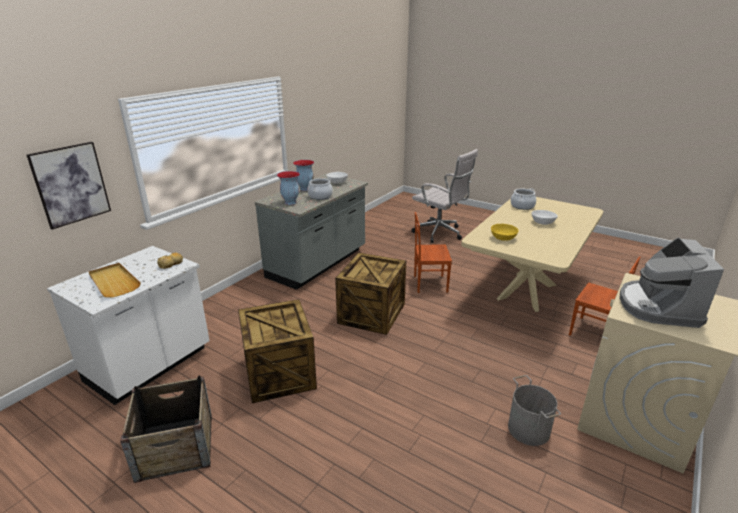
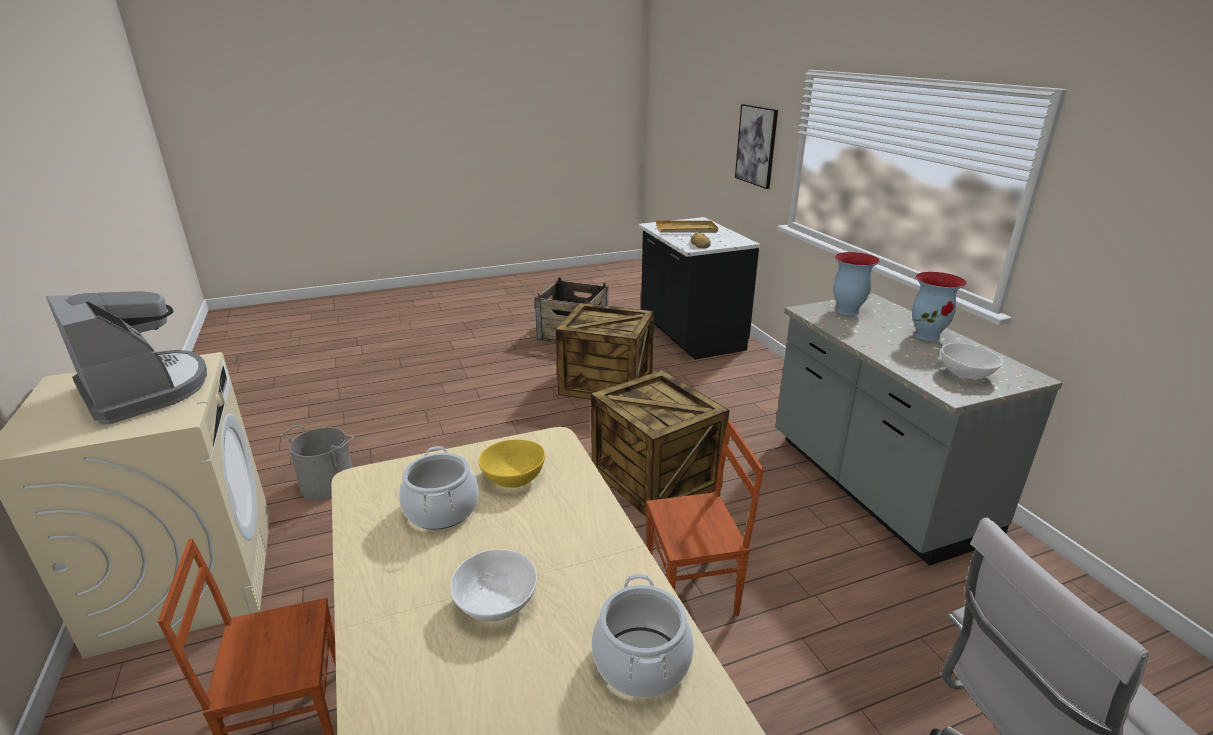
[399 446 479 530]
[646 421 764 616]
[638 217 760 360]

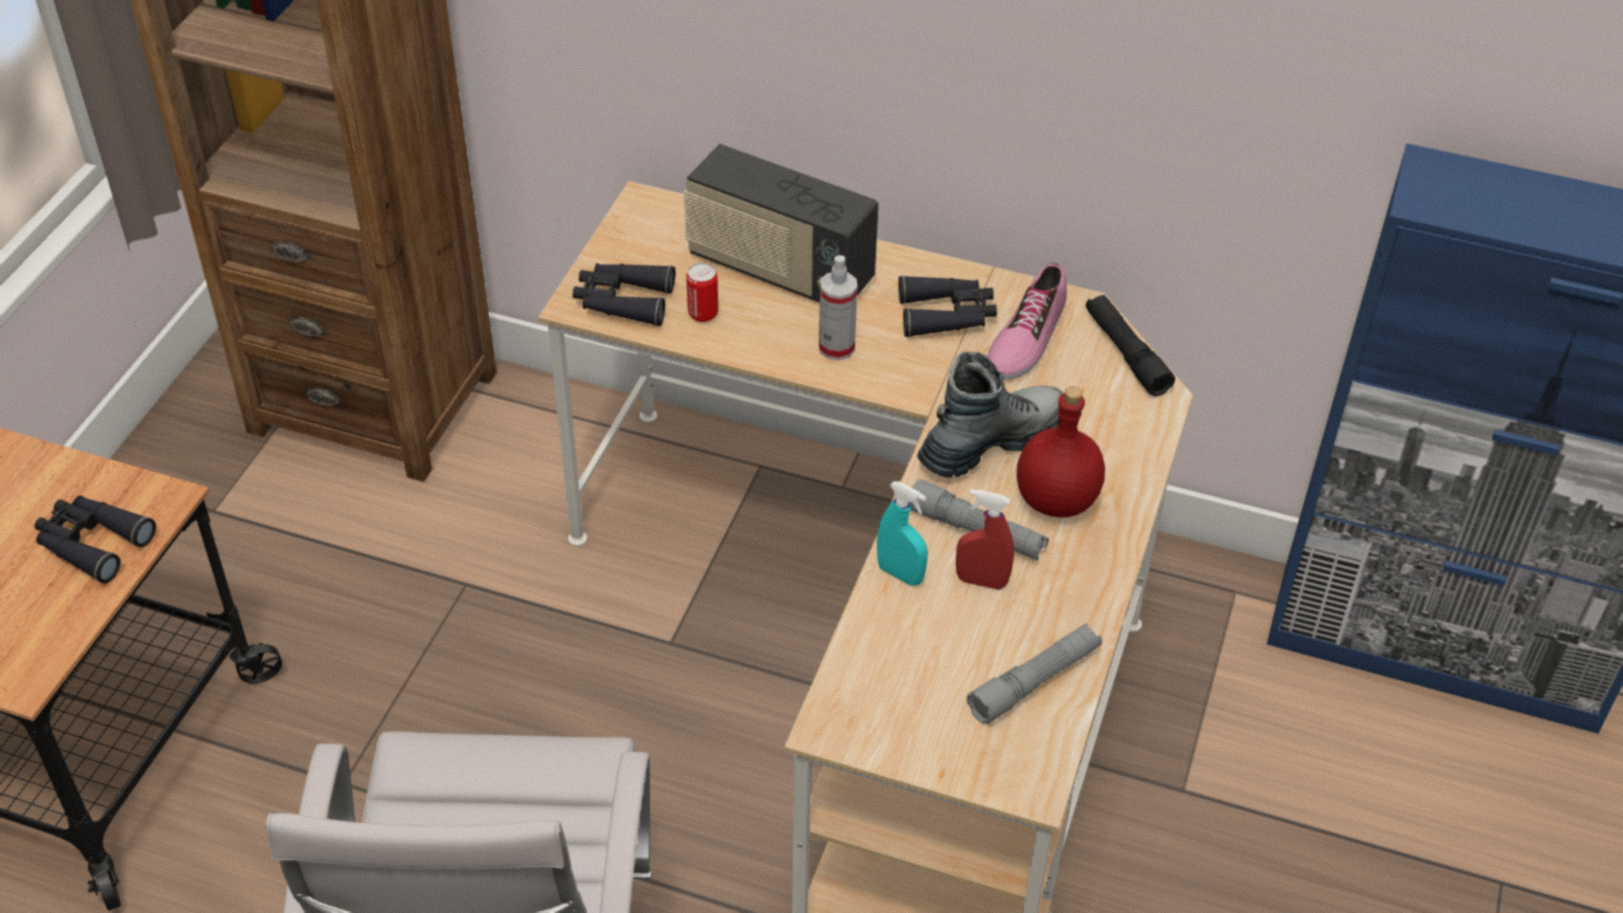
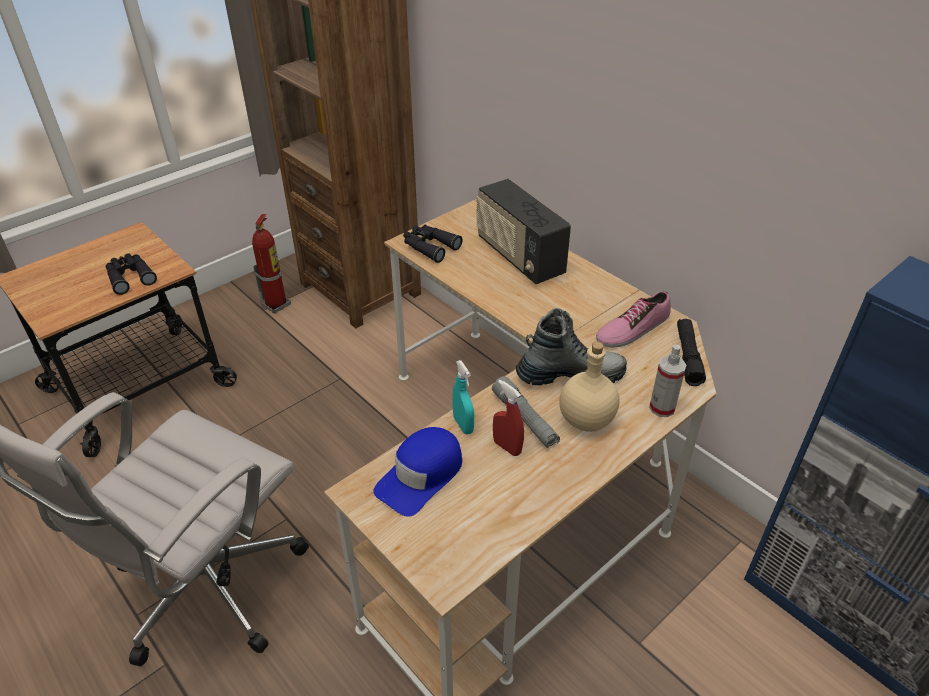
[649 345 686 417]
[687 263 718 322] (first image)
[898 275 997 337] (first image)
[559 342 620 432]
[967 623 1102 724] (first image)
[252 214 291 314]
[373 427 462 517]

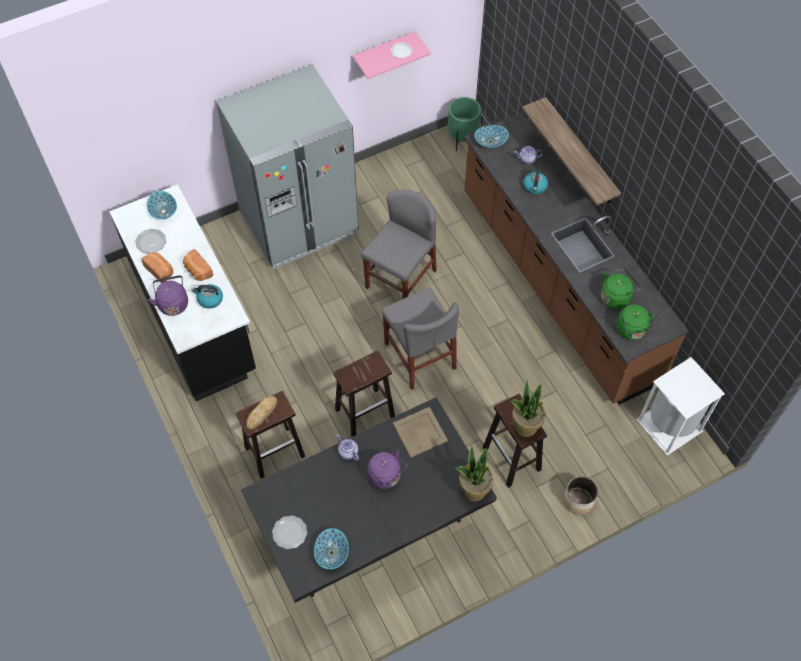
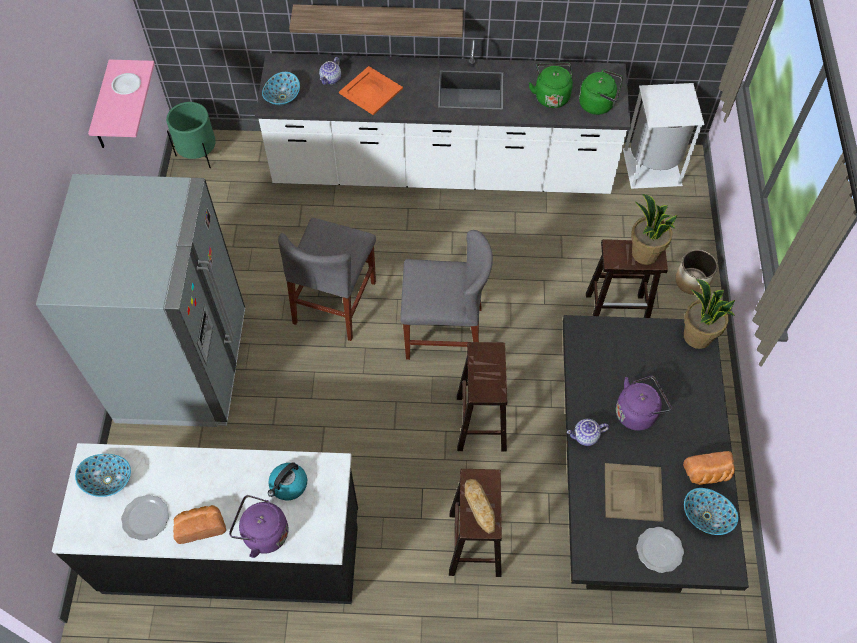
[255 39 631 194]
[339 66 403 115]
[278 218 376 341]
[683 451 735 485]
[605 463 664 522]

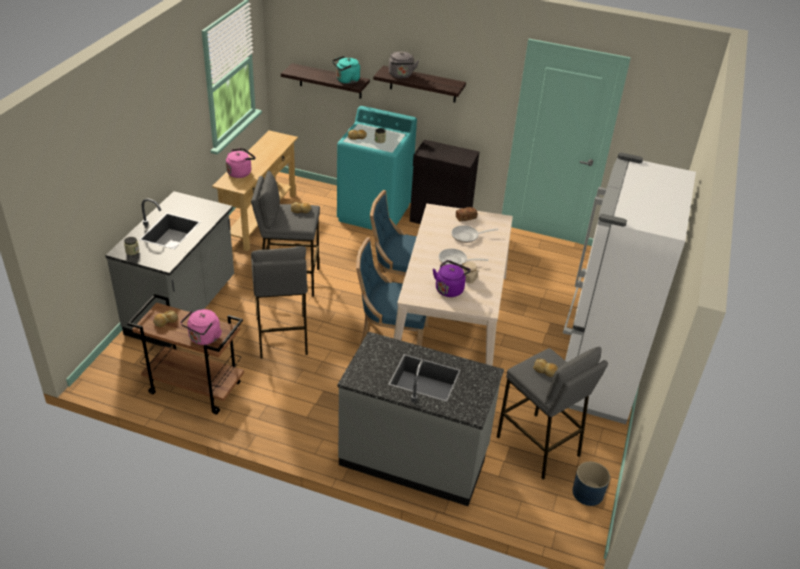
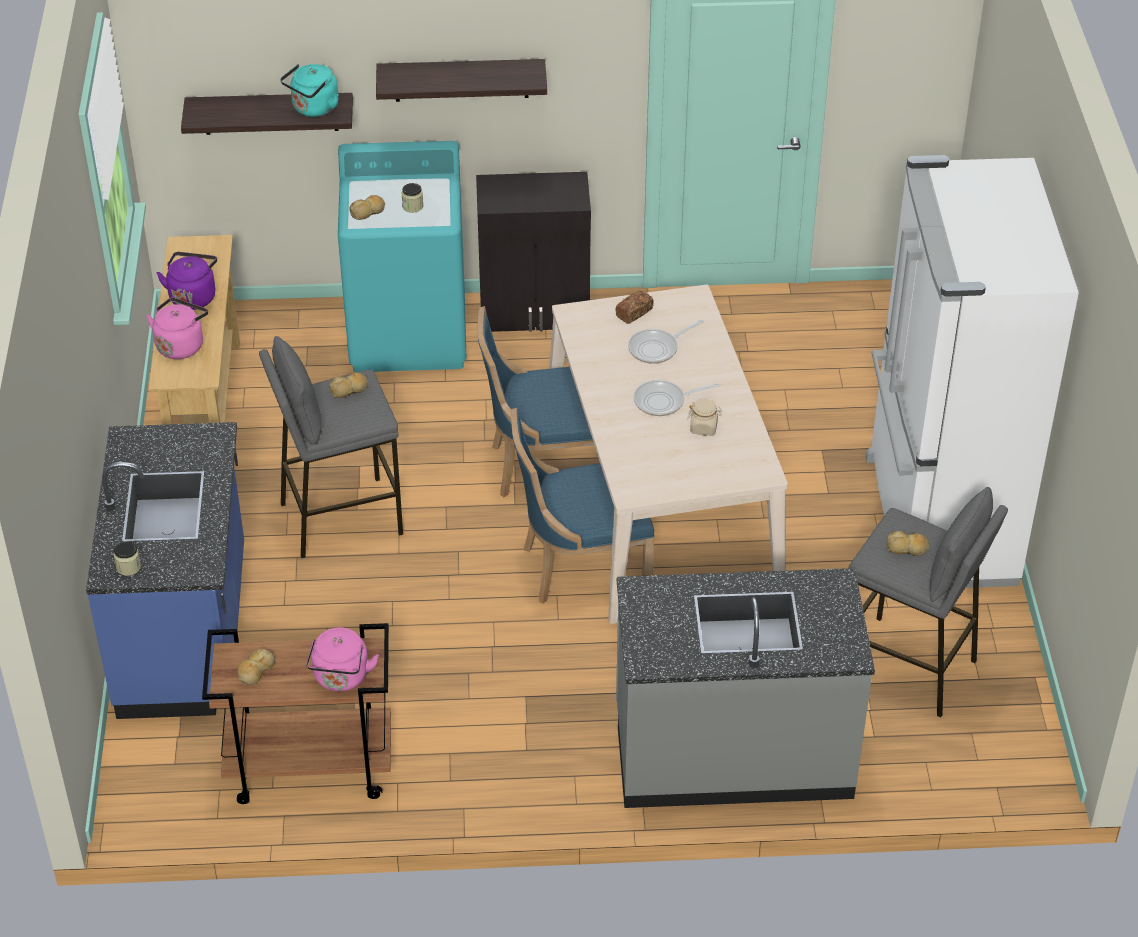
[389 52 419 79] (first image)
[86 422 244 719]
[251 246 308 359] (first image)
[156 252 217 310]
[572 462 610 506] (first image)

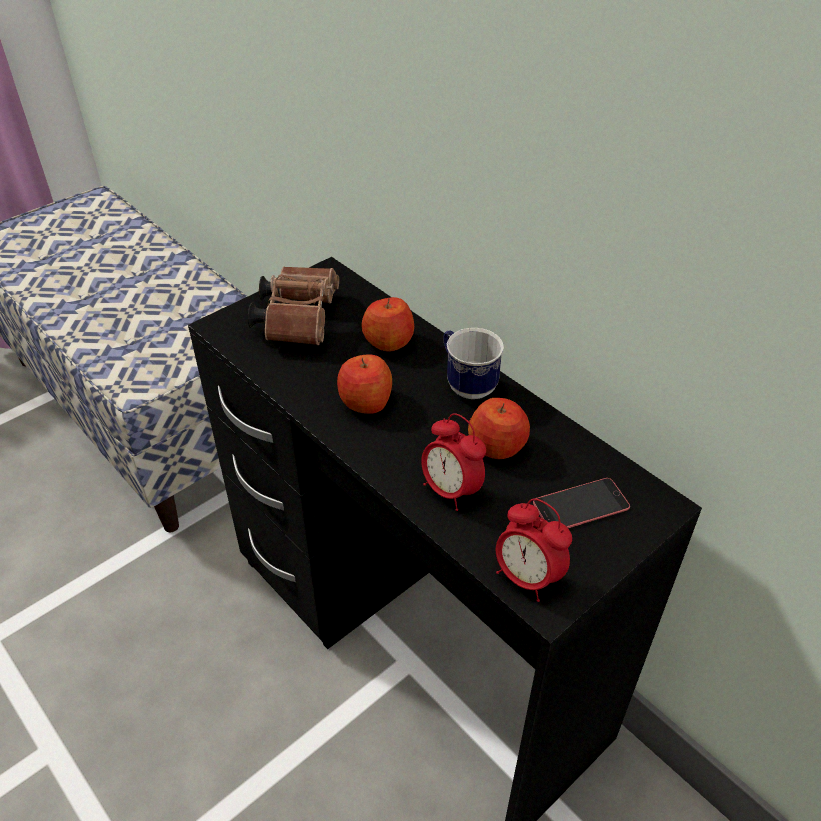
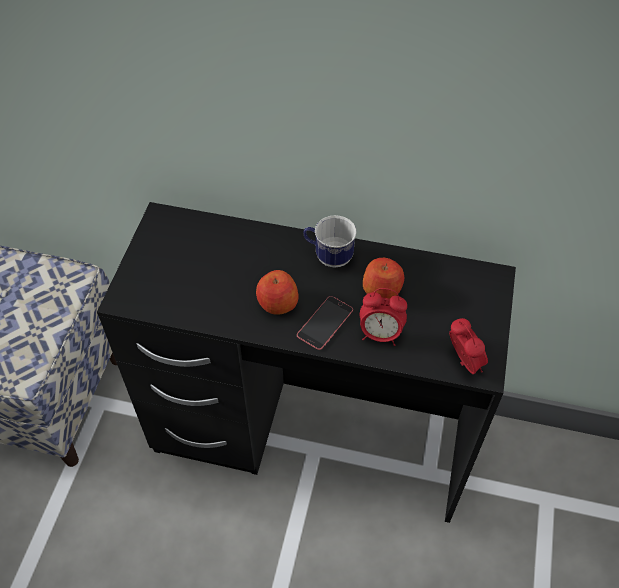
[248 266 339 345] (first image)
[362 297 414 352] (first image)
[297 296 353 350]
[449 318 488 374]

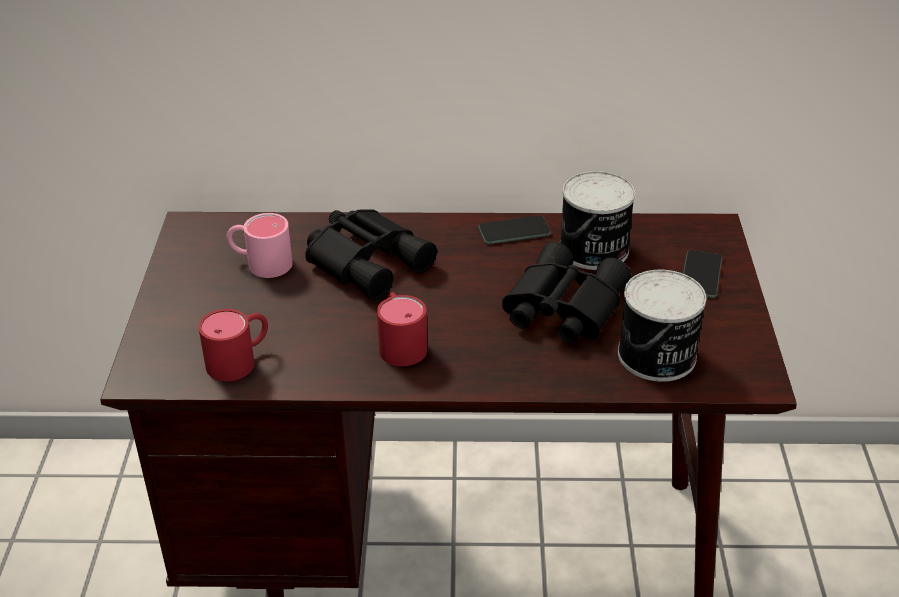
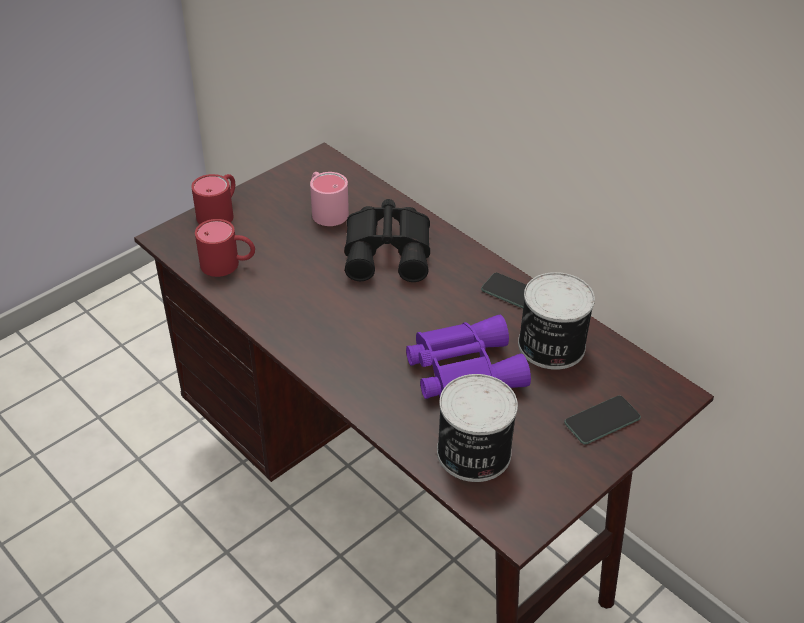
[406 315 531 399]
[191 174 235 225]

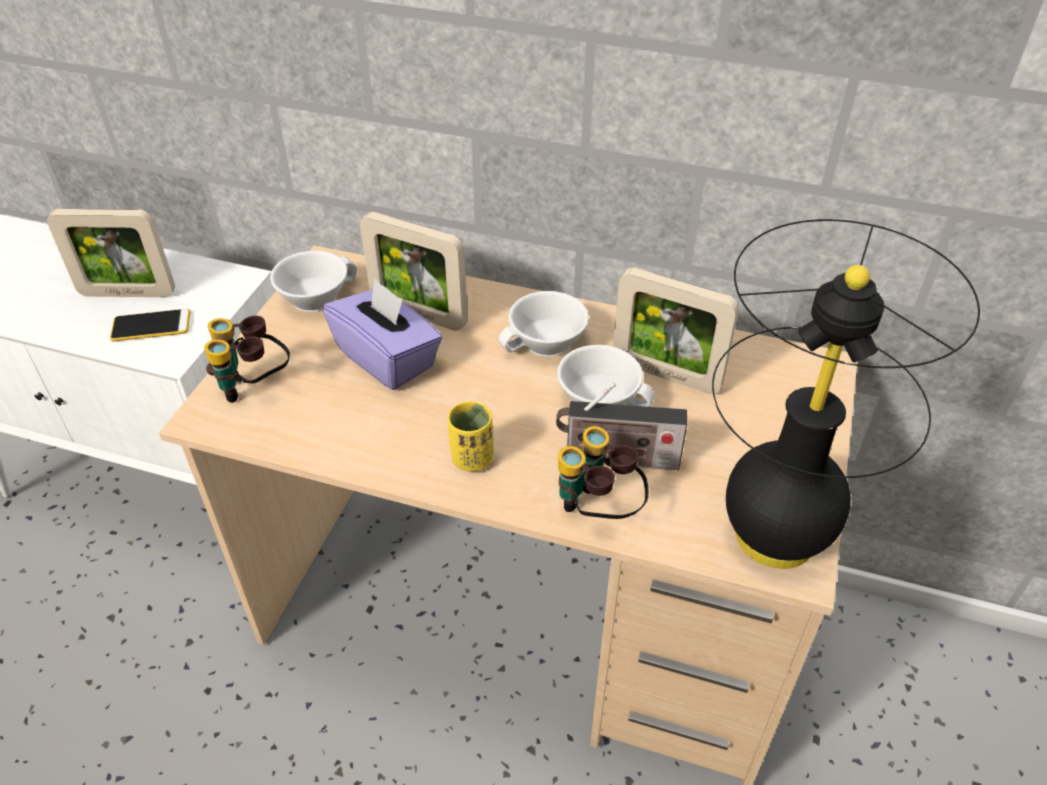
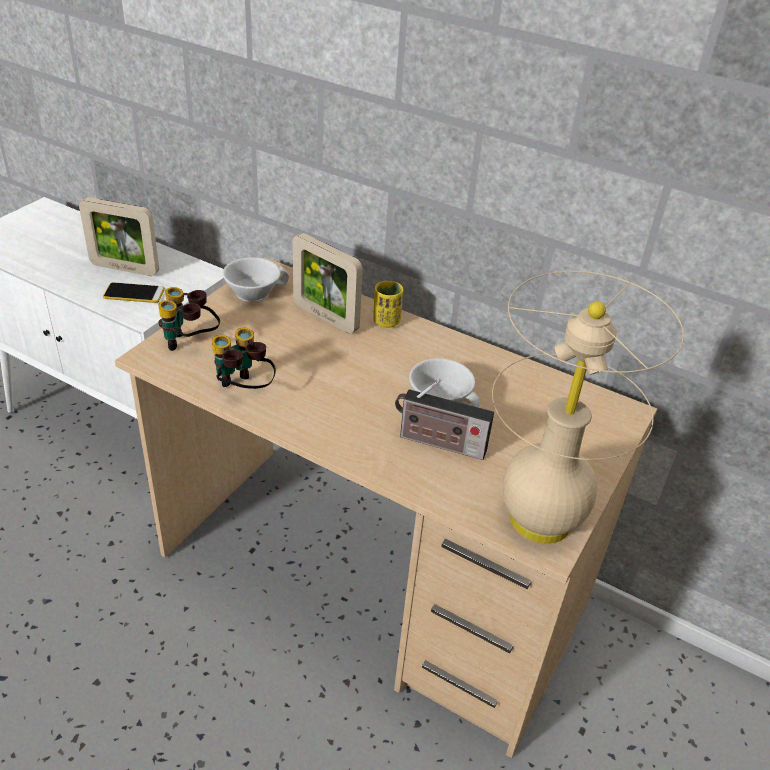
[492 271 684 544]
[613 267 739 394] (first image)
[323 278 443 390] (first image)
[498 291 589 357] (first image)
[373 281 403 328]
[212 328 276 389]

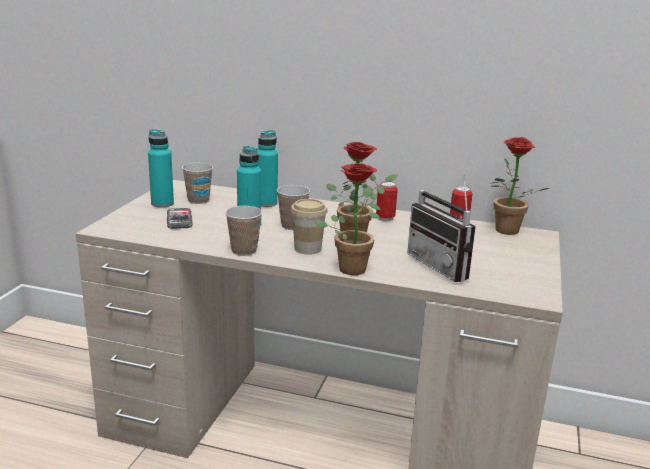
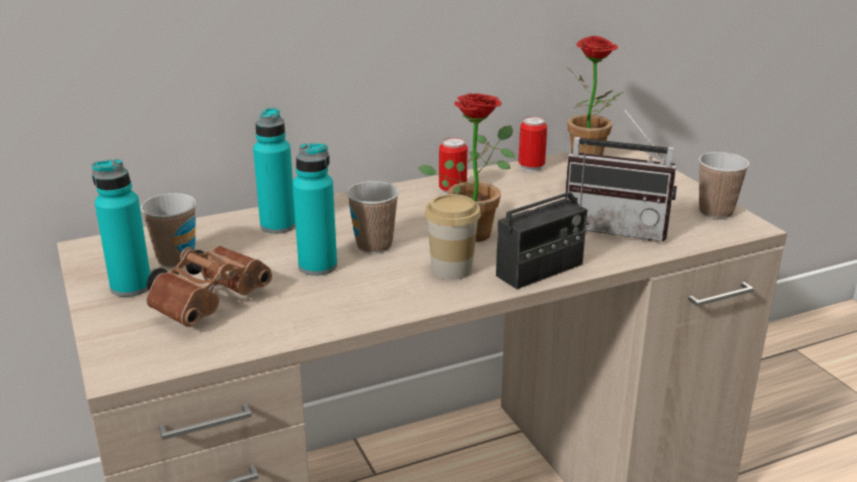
[496 143 587 289]
[699 152 750 219]
[146 246 272 327]

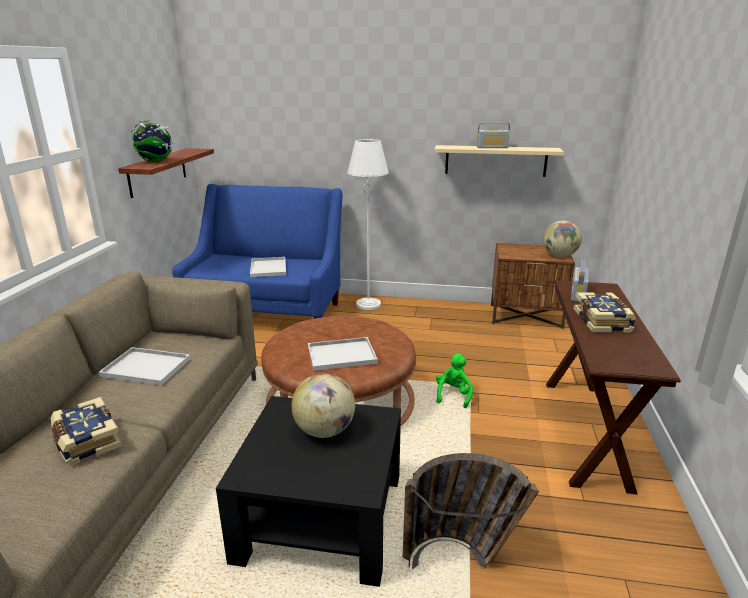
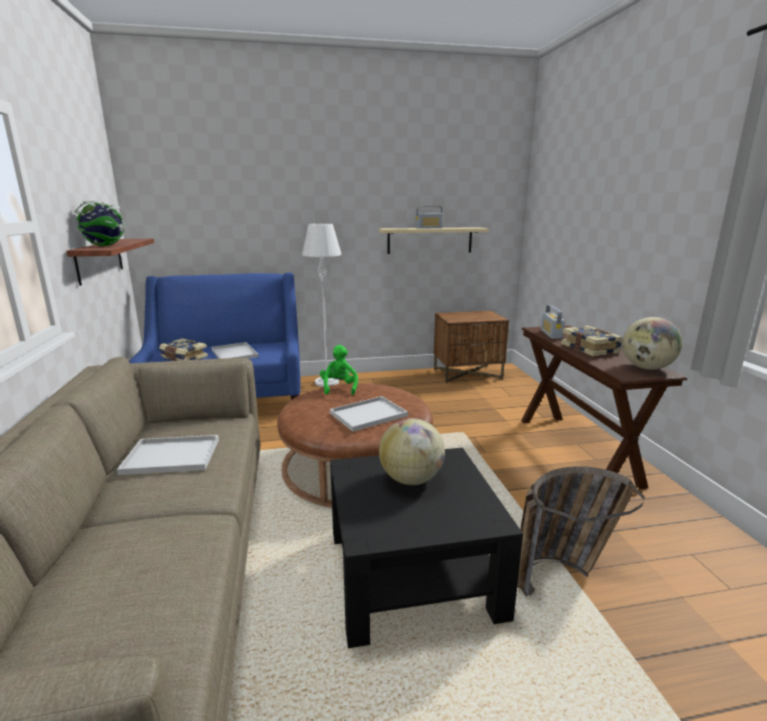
[622 317 682 370]
[320 345 358 395]
[159 339 208 361]

